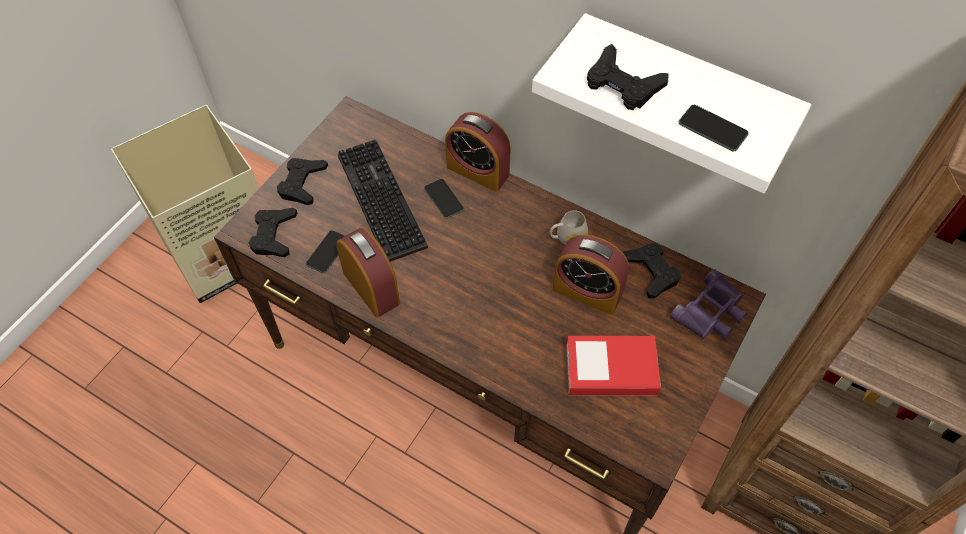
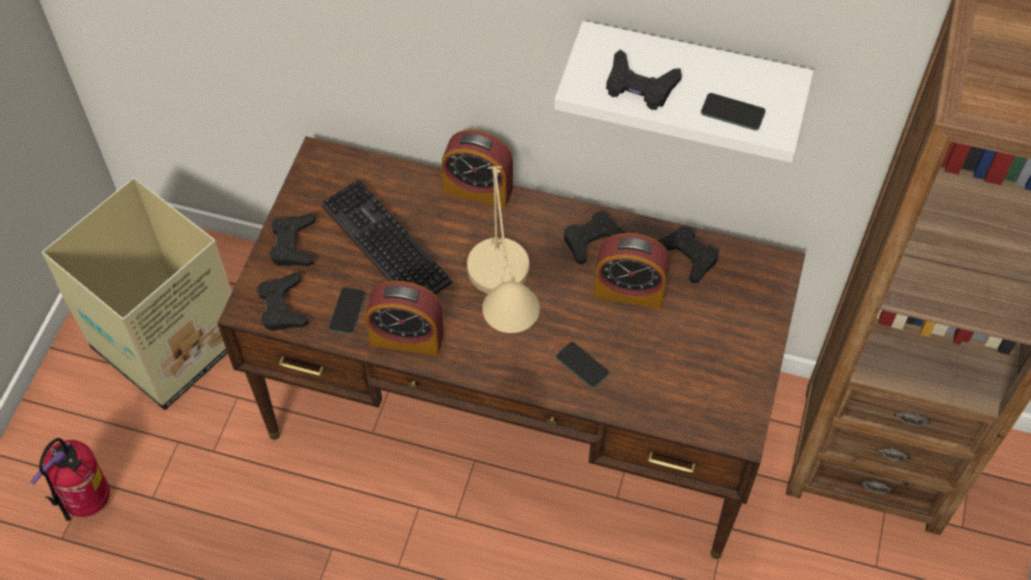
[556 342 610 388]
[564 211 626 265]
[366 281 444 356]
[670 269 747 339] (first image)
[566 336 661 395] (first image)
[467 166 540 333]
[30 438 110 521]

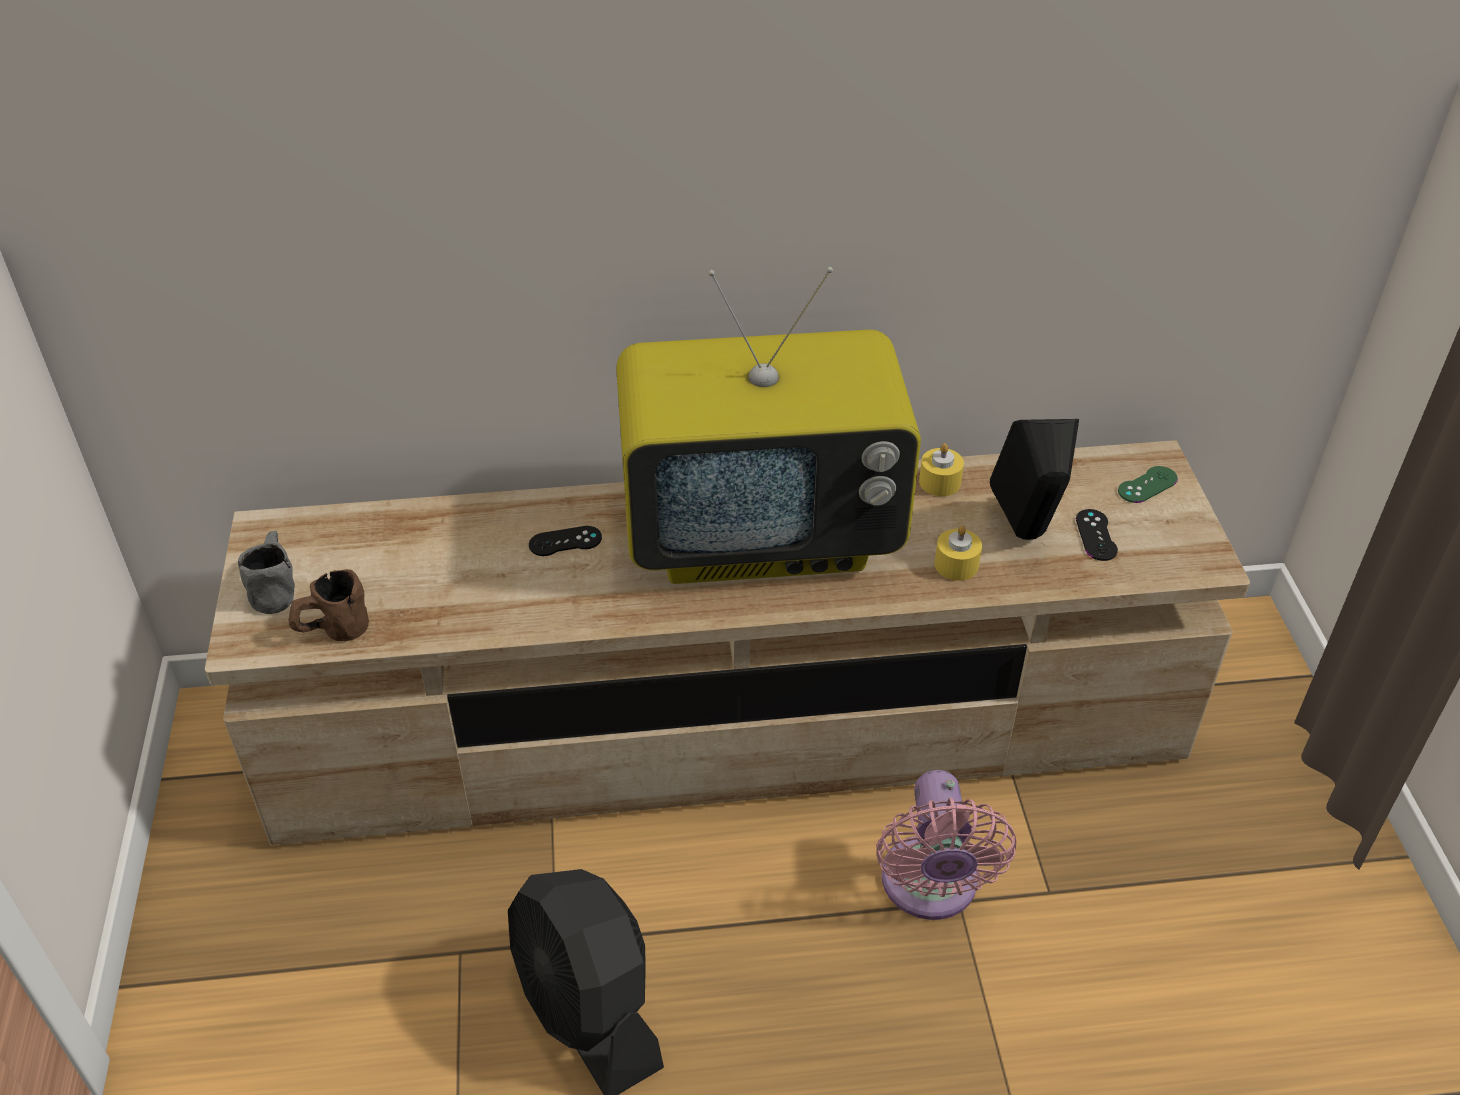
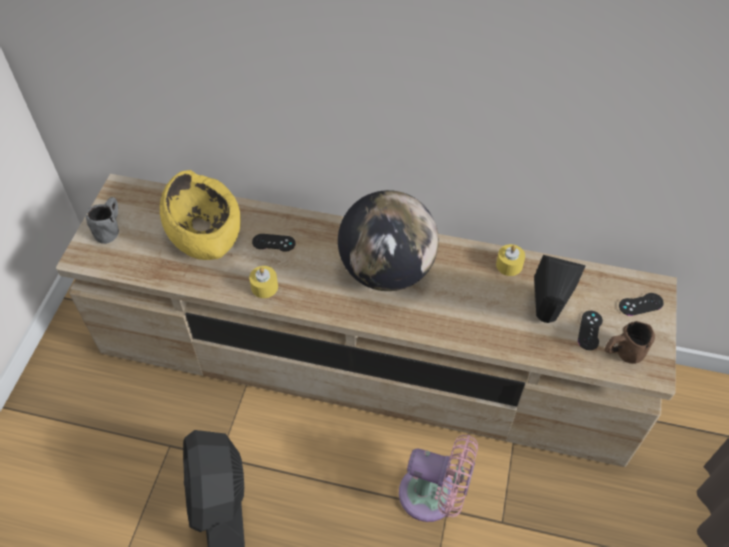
[338 190 439 291]
[619 293 664 316]
[249 266 278 298]
[604 321 655 364]
[399 435 478 522]
[160 170 241 260]

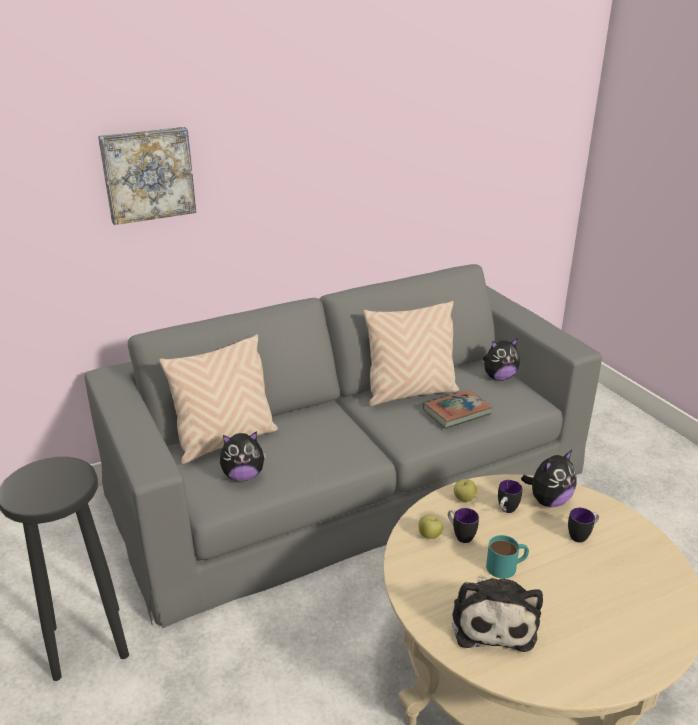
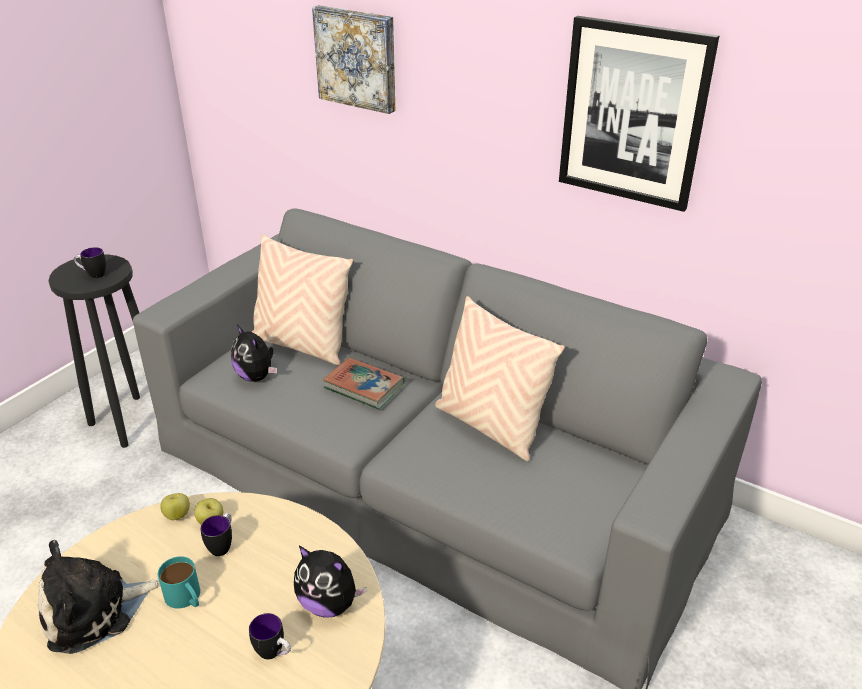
[483 338 520 381] (first image)
[323 358 405 410]
[160 493 190 520]
[74 247 106 278]
[559 16 719 212]

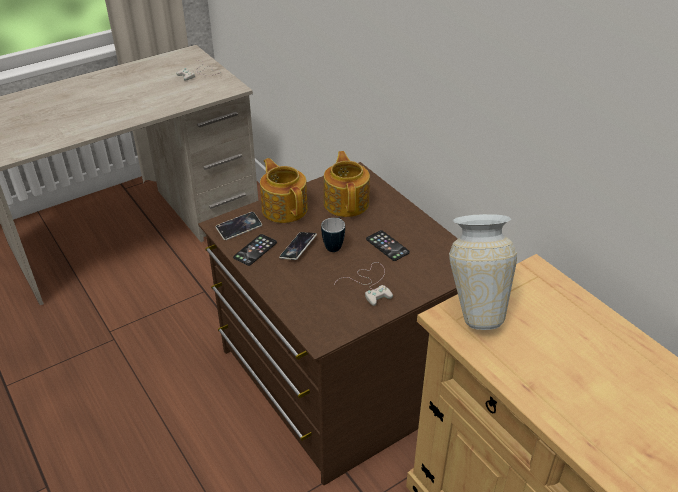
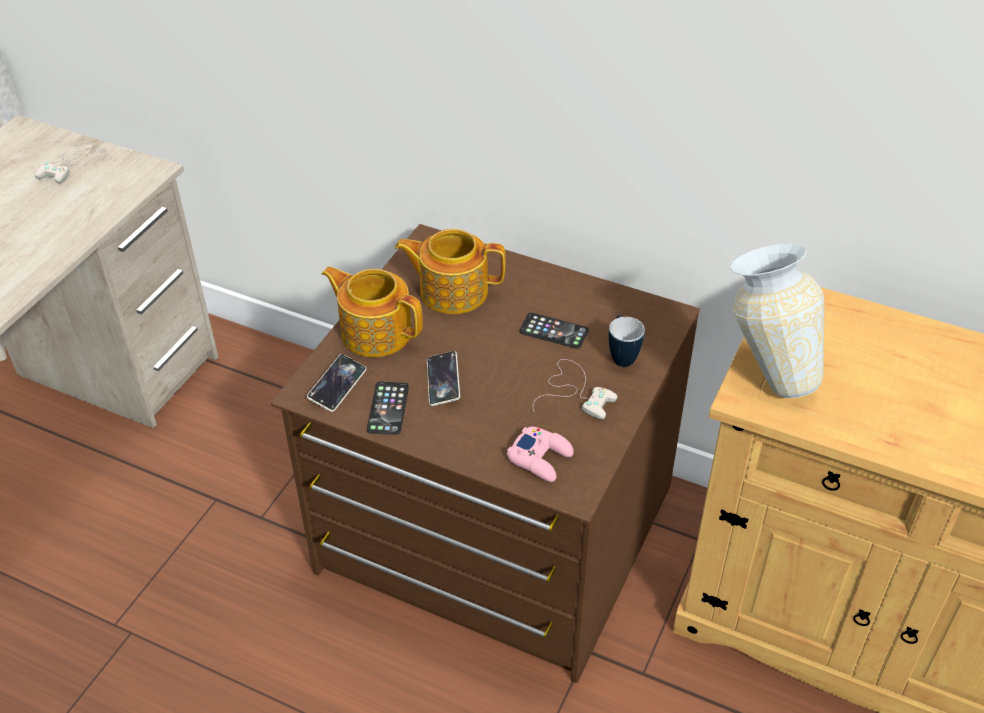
[395 229 506 314]
[609 315 645 367]
[507 427 574 482]

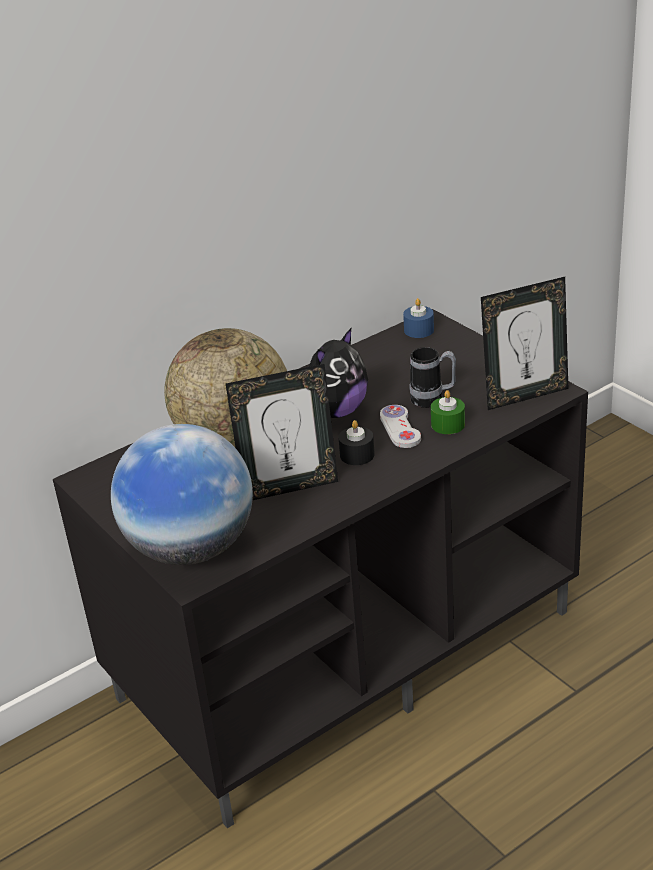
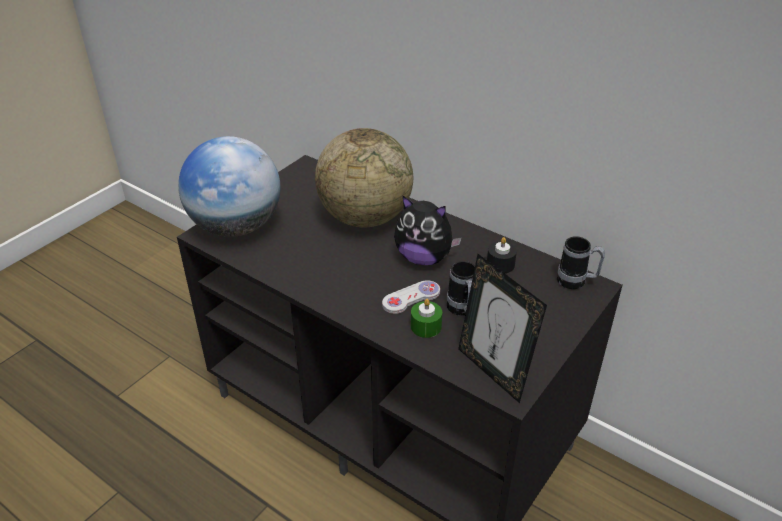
[557 236 605 289]
[226 364 338 500] (first image)
[487 237 517 273]

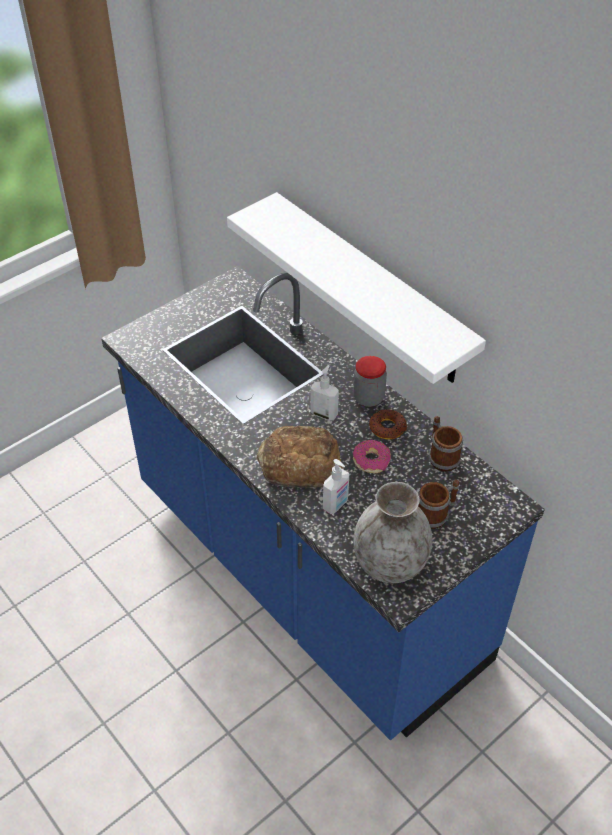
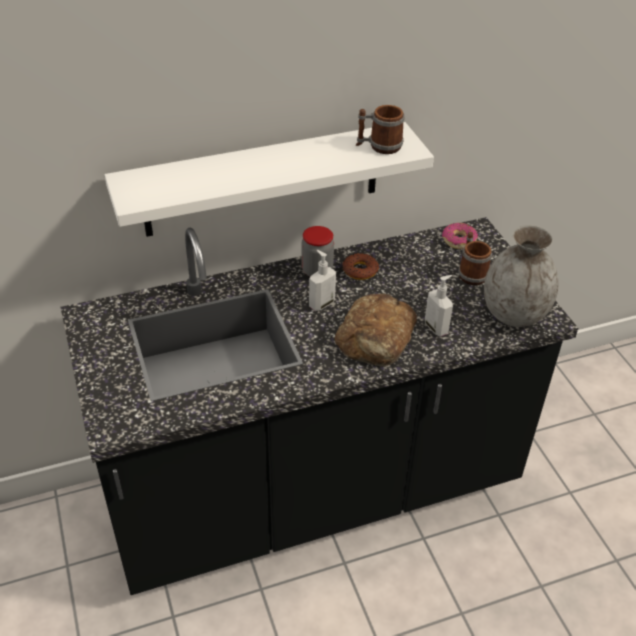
[61 217 578 595]
[356 105 405 154]
[442 223 478 249]

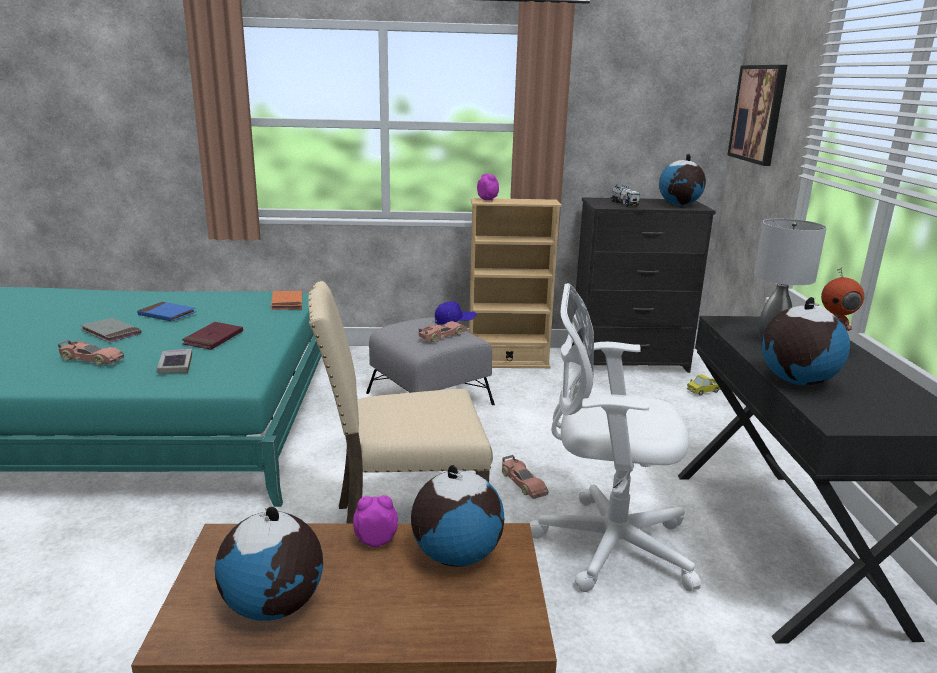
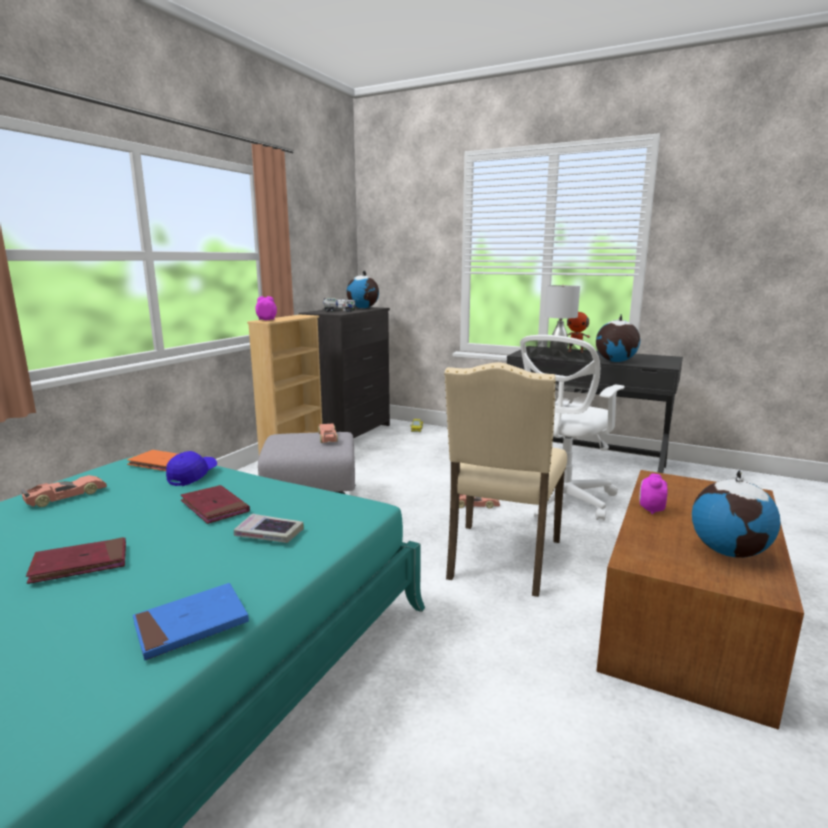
[727 65 787 166] (first image)
[166 451 217 486]
[133 583 249 660]
[26 537 126 584]
[21 475 107 507]
[411 465 504 567] (first image)

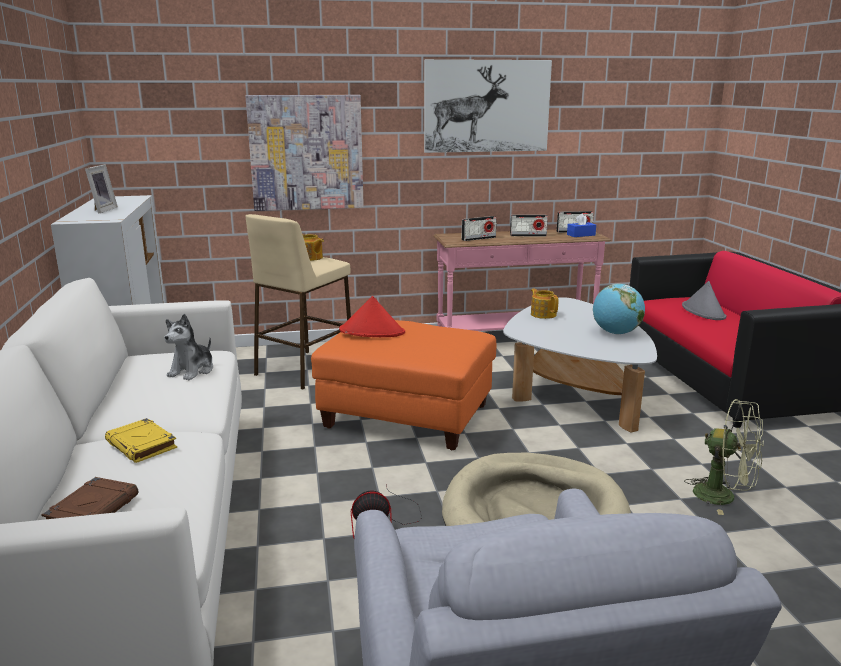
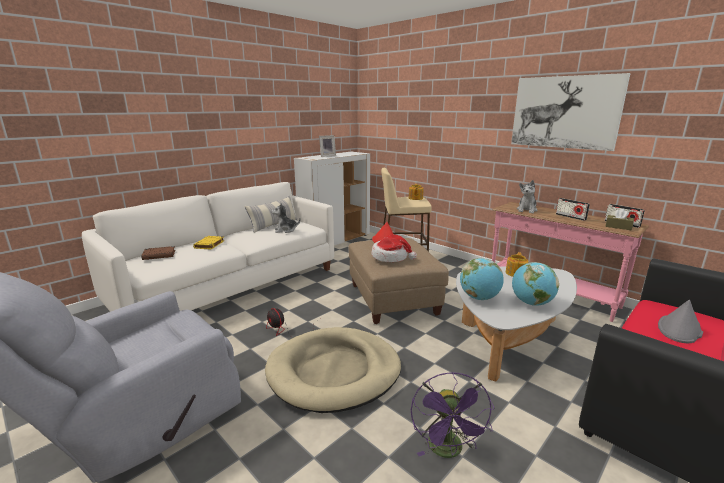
[245 95 364 211] (first image)
[605 209 634 230]
[517 180 538 213]
[348 238 449 324]
[411 372 494 458]
[245 196 297 233]
[372 234 417 262]
[460 258 504 300]

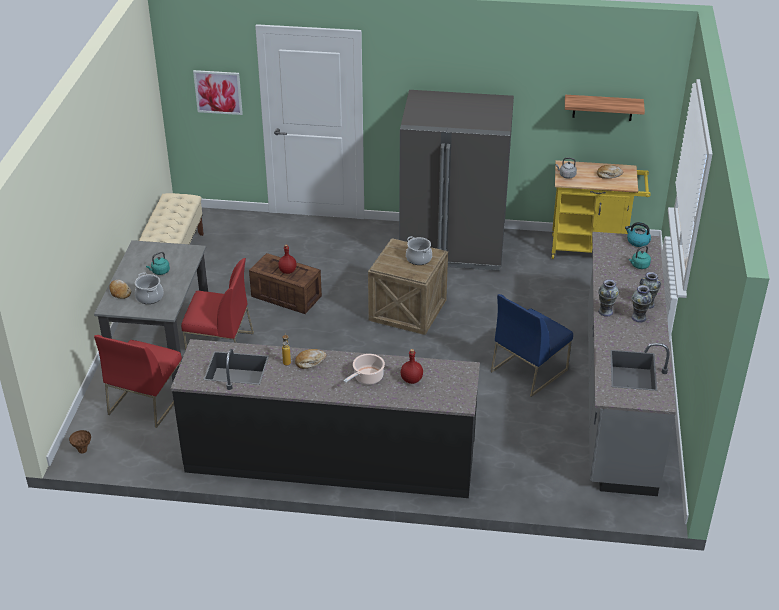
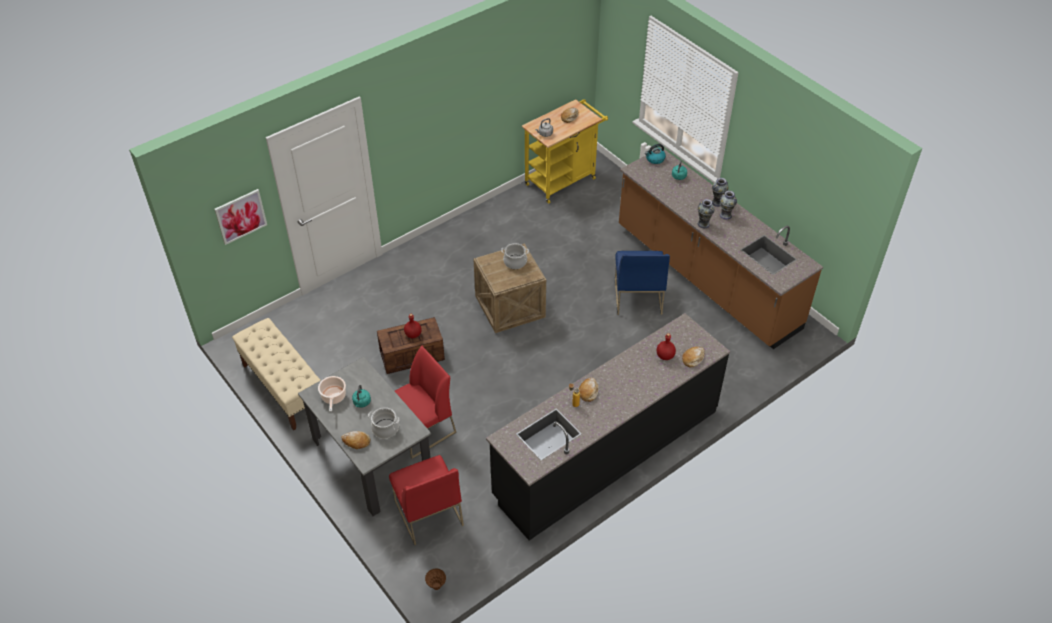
[399 90 514 271] (first image)
[565 95 645 121] (first image)
[619 147 823 349]
[318 376 346 412]
[682 346 705 368]

